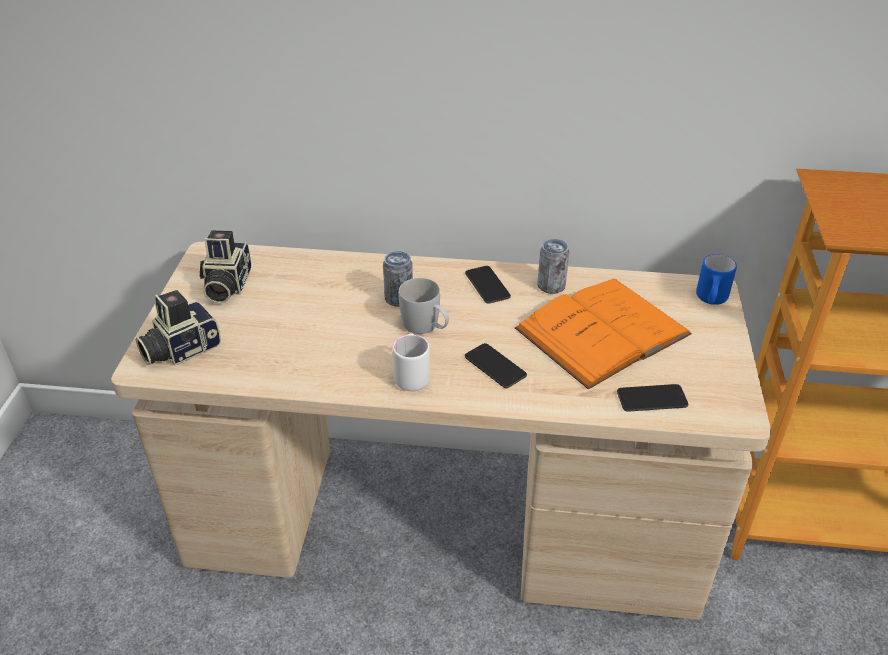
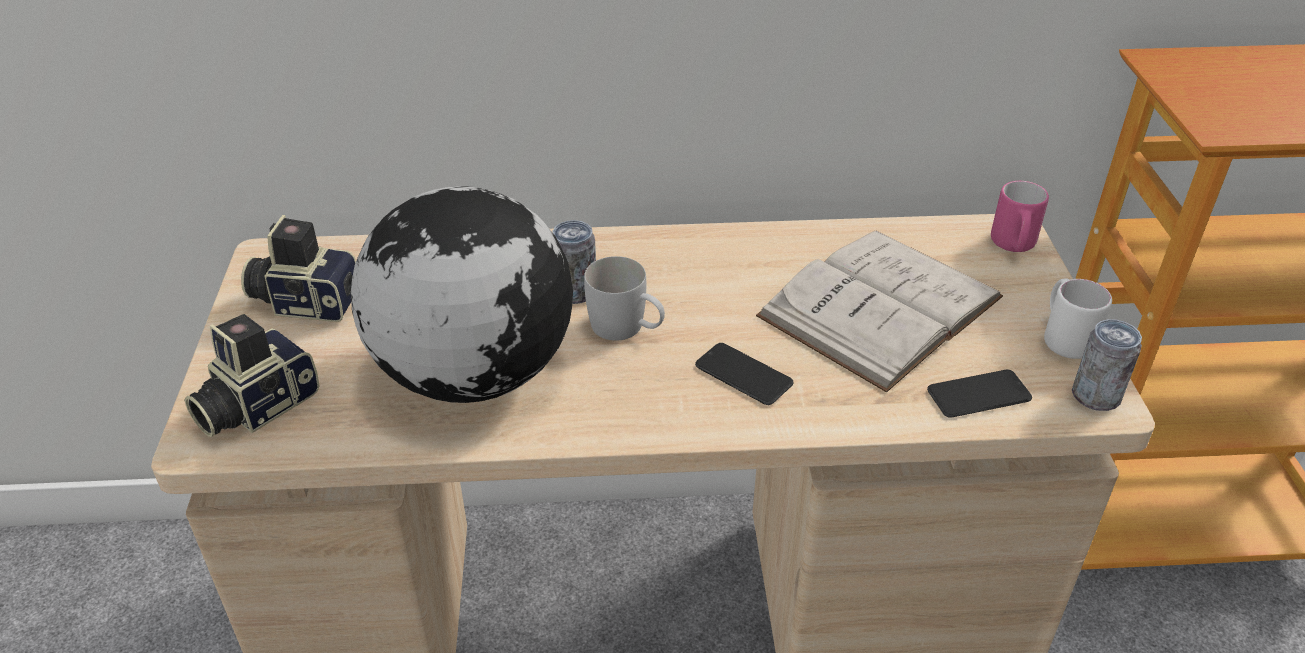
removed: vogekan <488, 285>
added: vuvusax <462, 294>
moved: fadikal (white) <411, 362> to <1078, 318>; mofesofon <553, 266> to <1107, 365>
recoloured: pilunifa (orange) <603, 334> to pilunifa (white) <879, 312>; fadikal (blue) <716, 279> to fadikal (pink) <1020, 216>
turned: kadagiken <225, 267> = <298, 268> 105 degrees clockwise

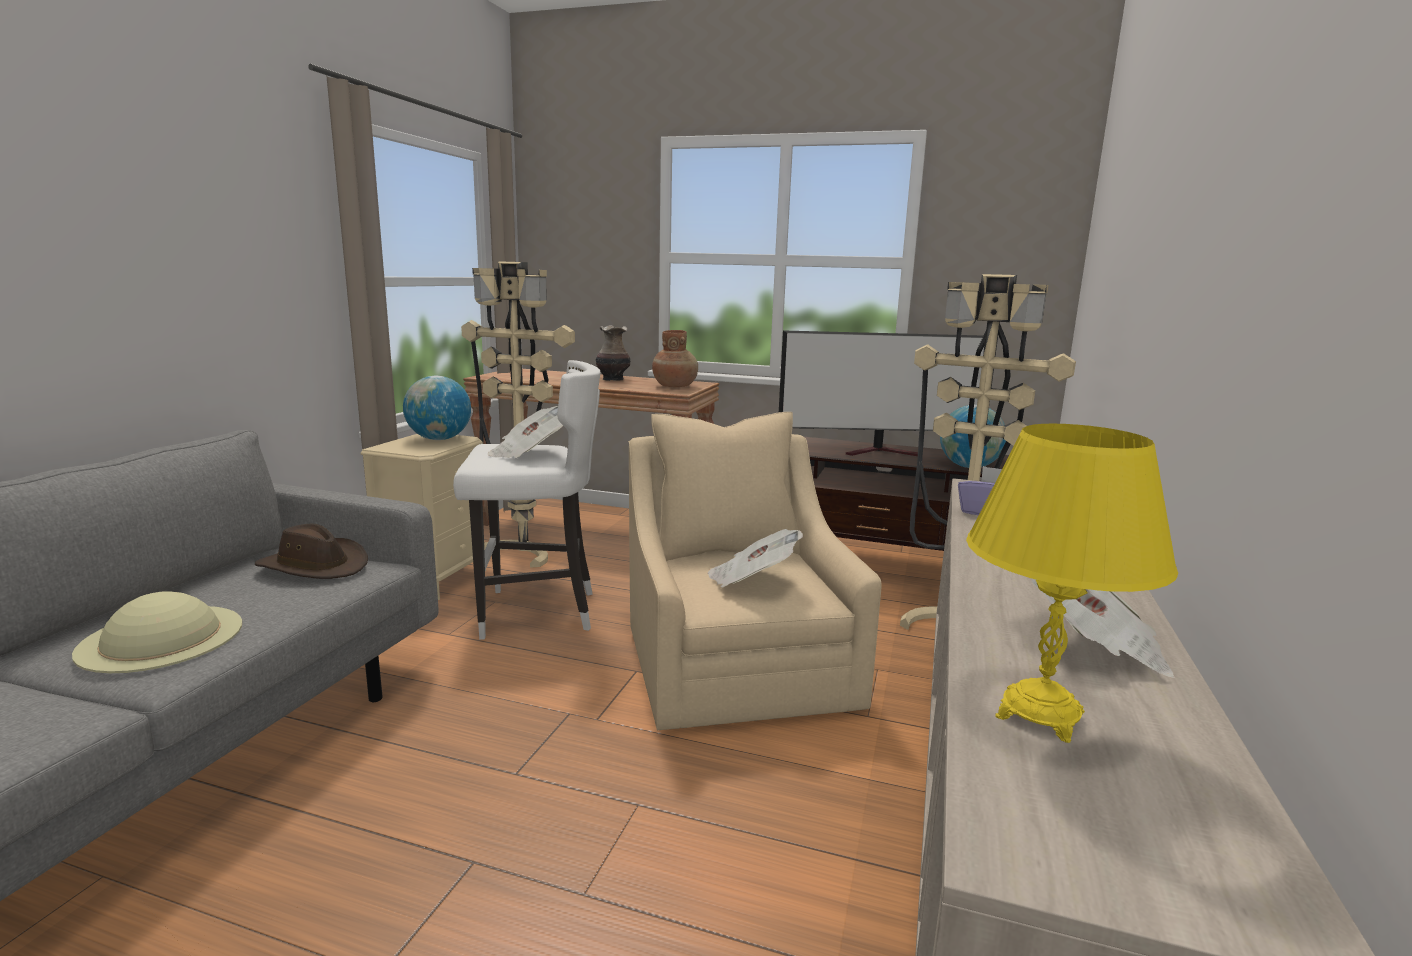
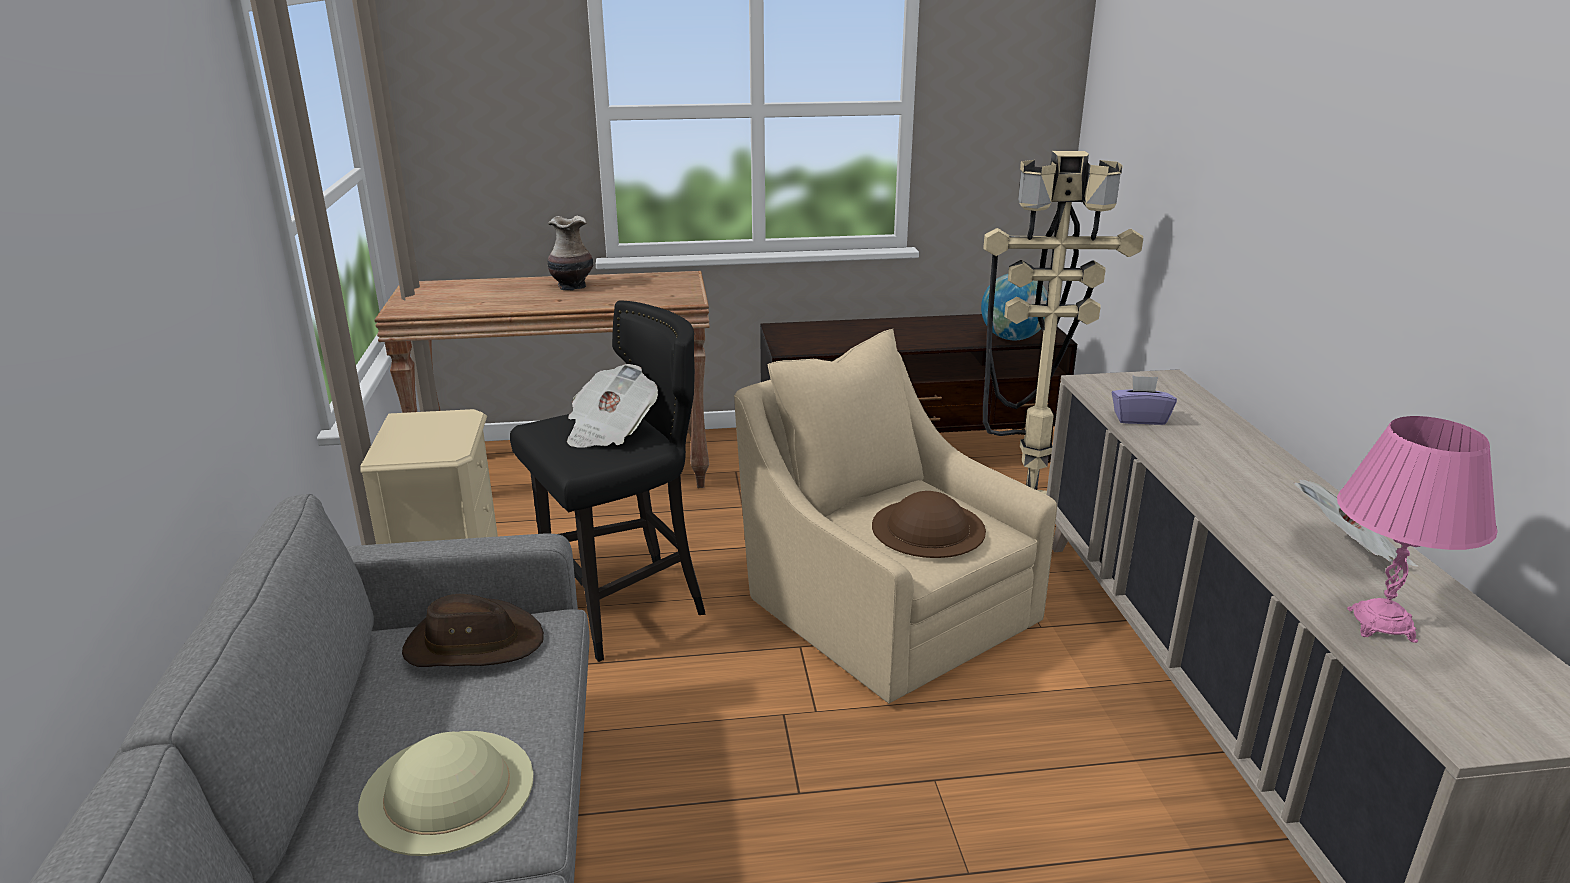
removed: vuvusax <437, 408>; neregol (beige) <518, 414>; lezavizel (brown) <675, 358>; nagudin <881, 393>
replaced: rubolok <755, 558> to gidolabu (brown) <929, 524>
recoloured: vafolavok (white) <527, 500> to vafolavok (black) <607, 481>; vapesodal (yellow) <1072, 583> to vapesodal (pink) <1417, 529>

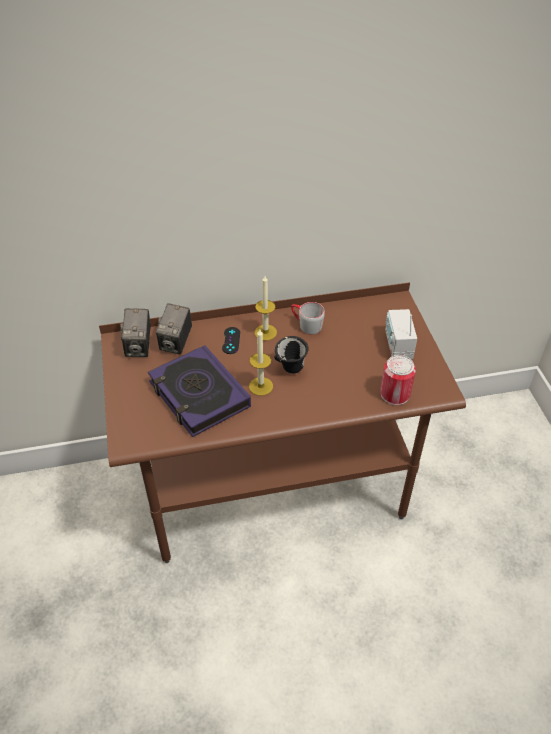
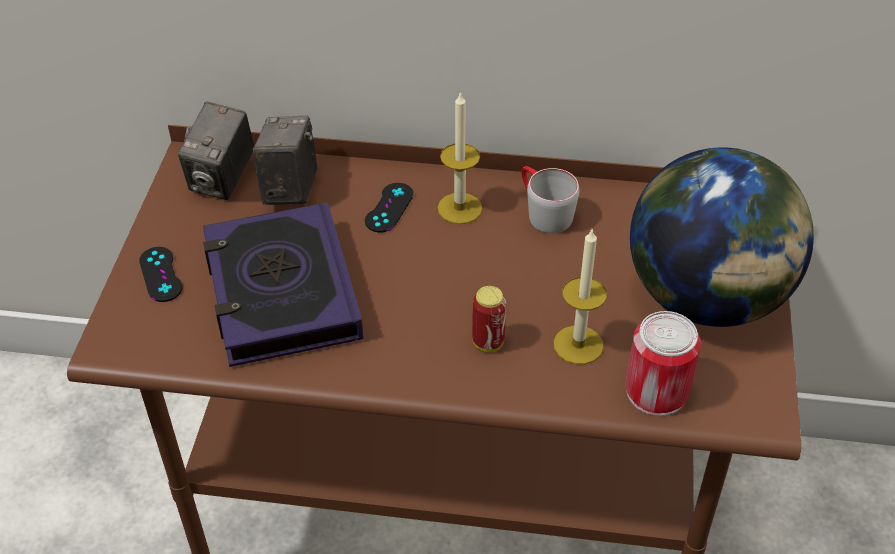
removed: fadikal (black) <291, 355>
added: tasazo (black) <161, 274>; mofesofon <489, 319>
moved: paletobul <261, 363> to <580, 297>
replaced: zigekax <401, 334> to vuvusax <722, 237>
turned: kadagiken <174, 328> = <285, 160> 150 degrees clockwise

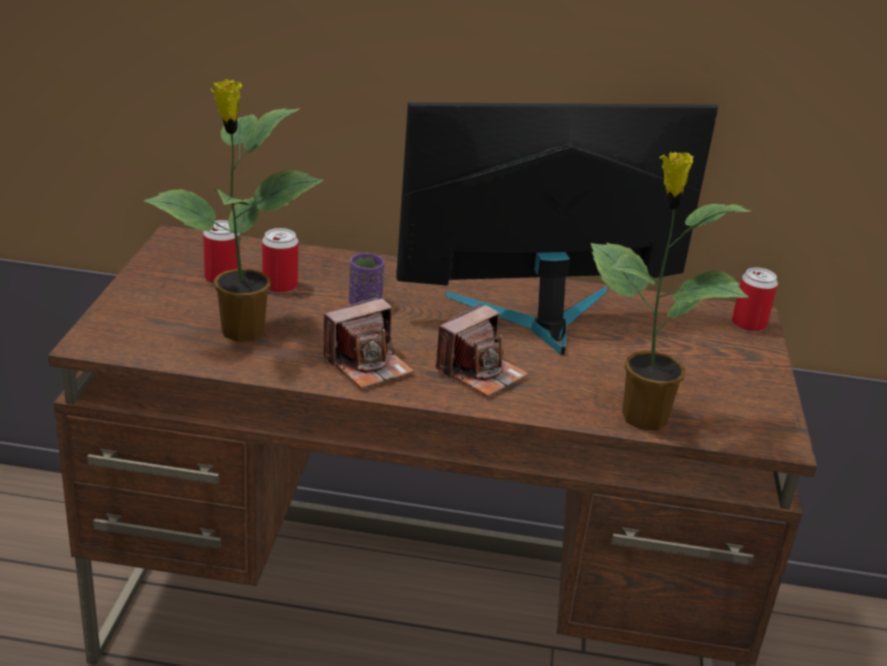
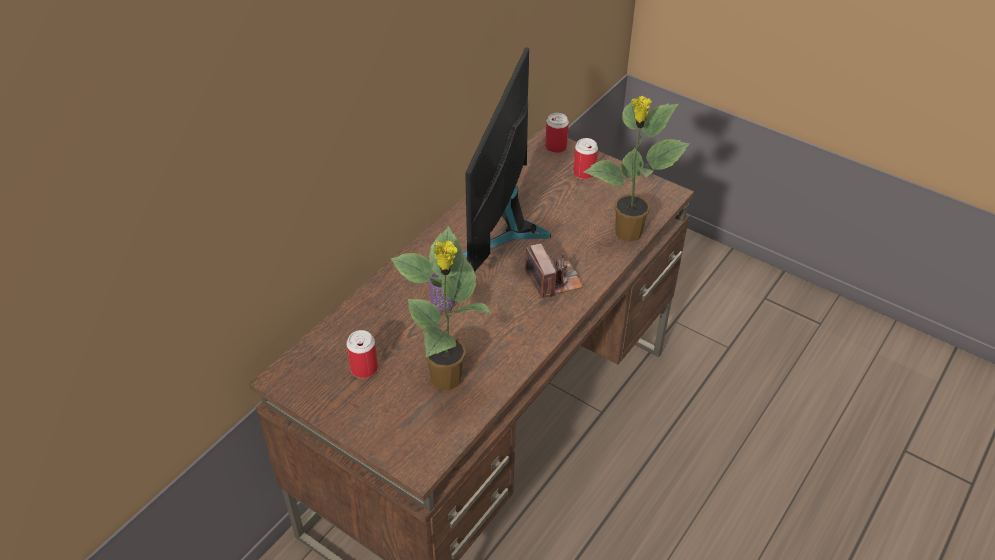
removed: kadagiken <368, 342>
moved: mofesofon <280, 260> to <585, 158>

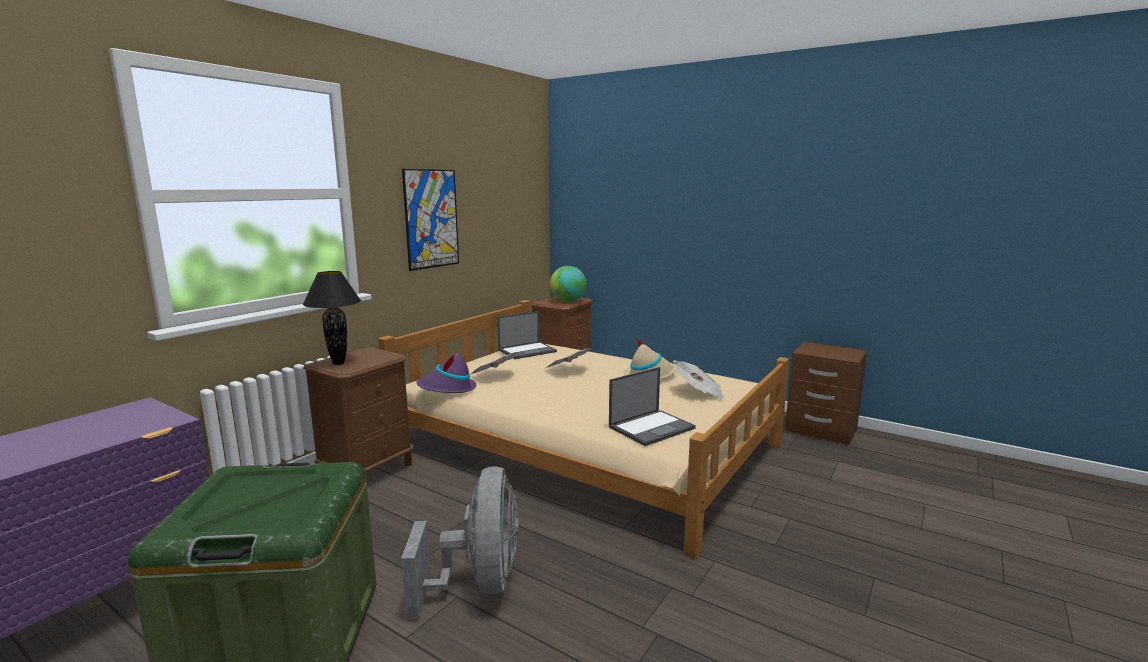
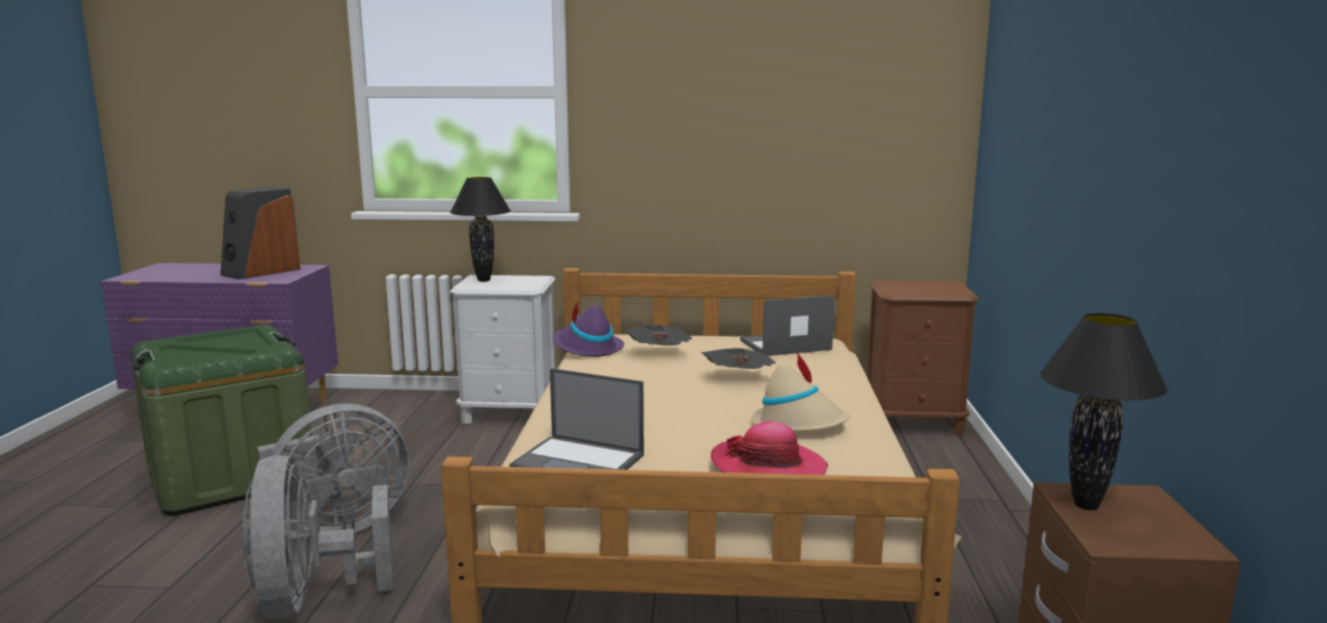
removed: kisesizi <430, 220>; vuvusax <568, 284>
added: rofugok <260, 233>; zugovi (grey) <317, 537>; vapesodal (black) <1104, 411>
replaced: rubolok <698, 379> to gidolabu <769, 448>
recoloured: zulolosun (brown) <358, 410> to zulolosun (white) <502, 349>
turned: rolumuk <527, 335> = <787, 325> 135 degrees clockwise

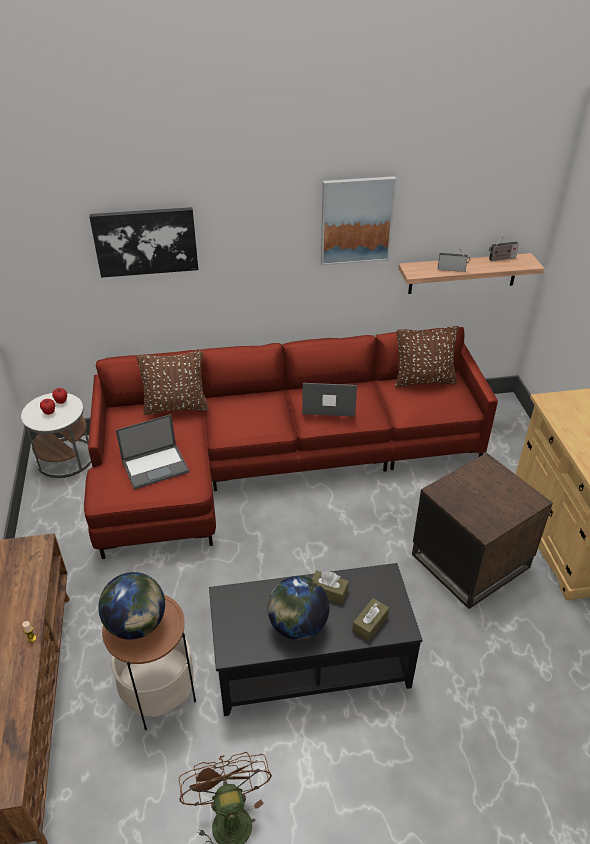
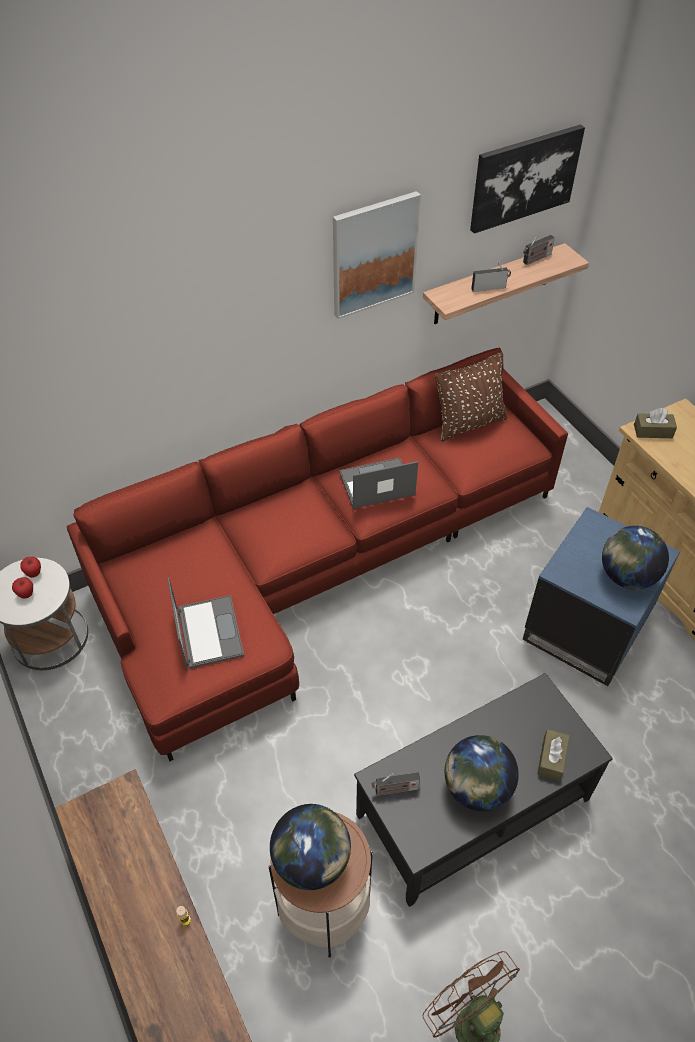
removed: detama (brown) <173, 383>
added: zigekax <396, 784>; vuvusax <635, 558>
moved: kisesizi <143, 242> to <527, 179>; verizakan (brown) <330, 587> to <655, 423>
recoloured: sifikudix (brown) <482, 531> to sifikudix (blue) <601, 596>
turned: rolumuk <152, 451> = <206, 623> 60 degrees counterclockwise

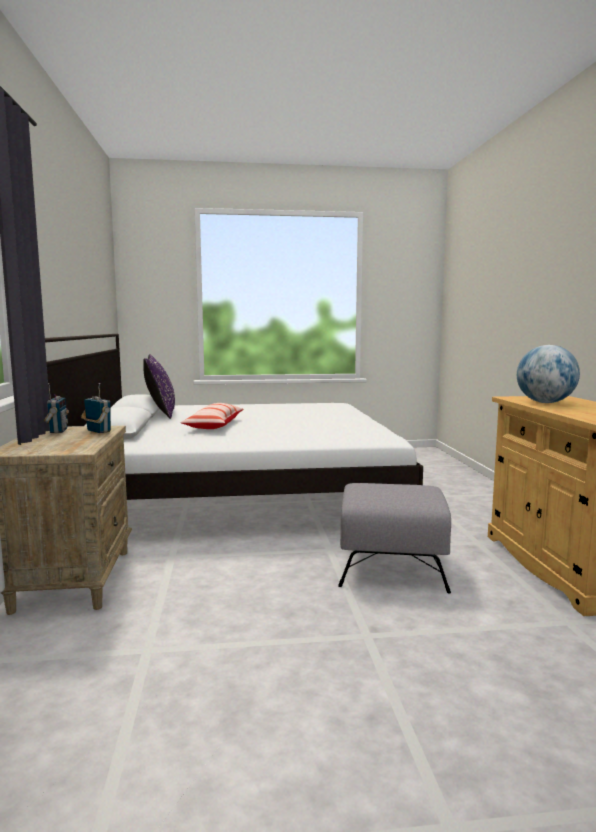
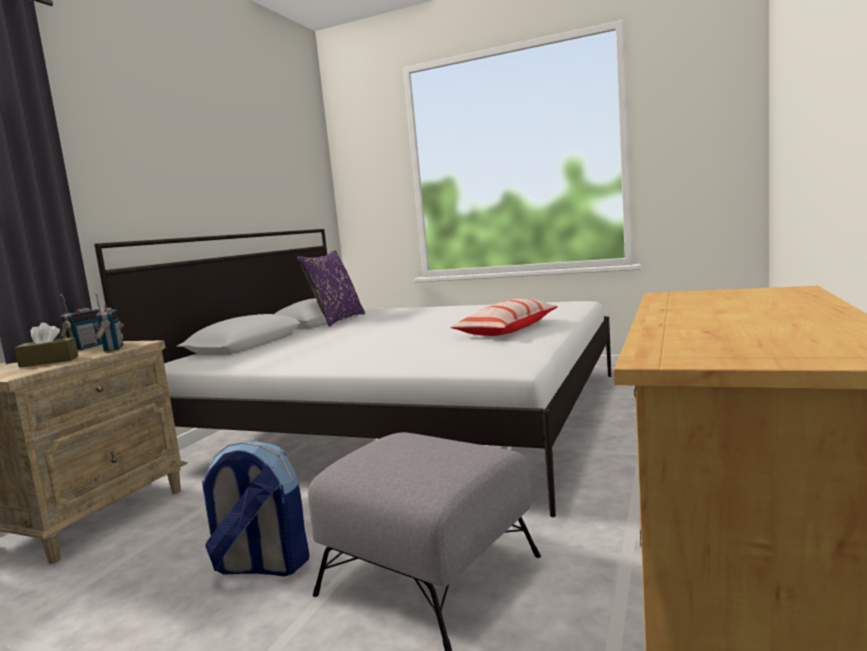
removed: vuvusax <548, 374>
added: verizakan (brown) <46, 345>; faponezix <255, 508>
moved: detama <212, 416> to <504, 317>

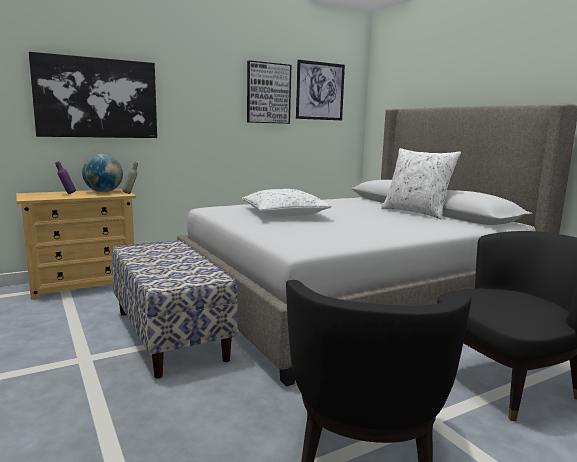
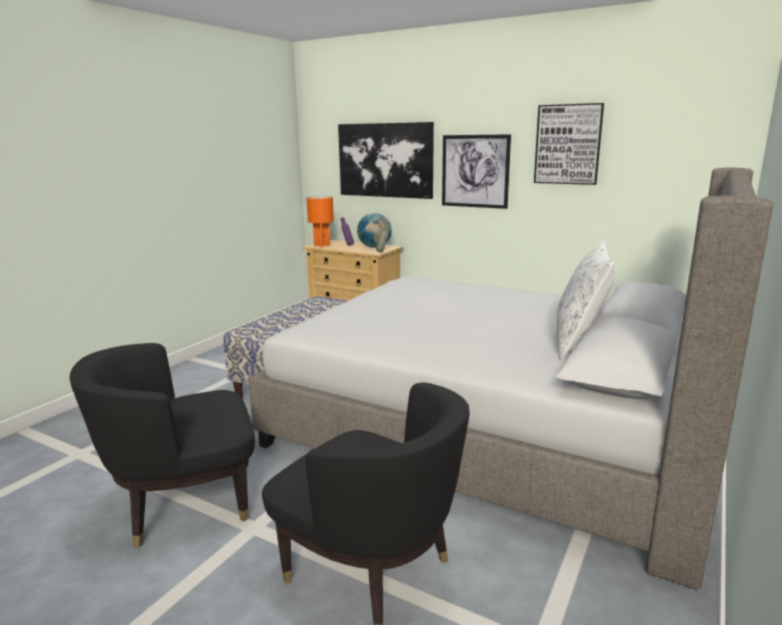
removed: detama (white) <287, 203>
added: vapesodal (orange) <320, 221>
moved: kisesizi <320, 90> to <476, 171>

